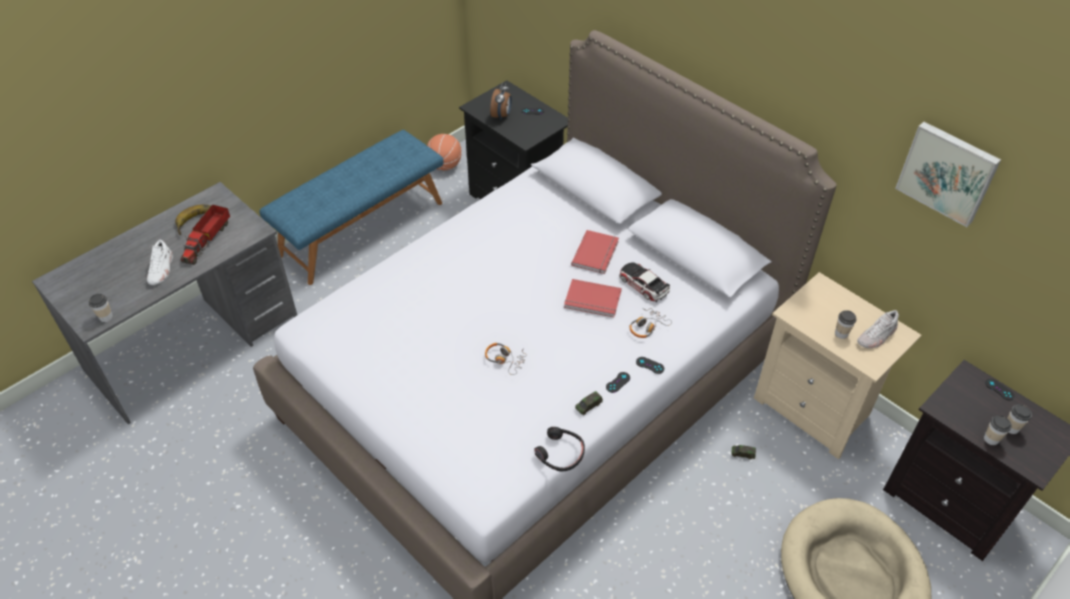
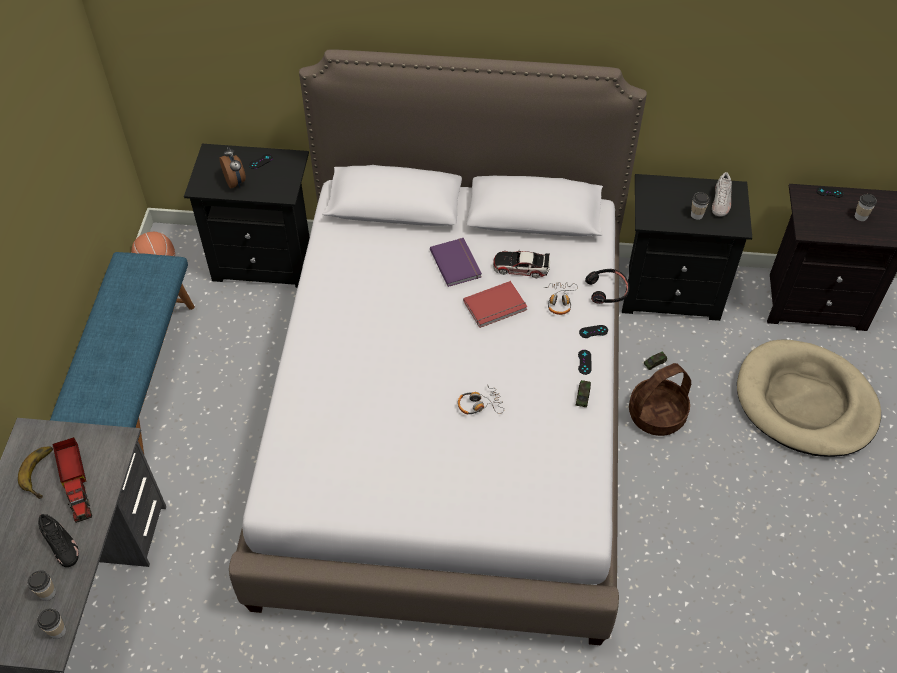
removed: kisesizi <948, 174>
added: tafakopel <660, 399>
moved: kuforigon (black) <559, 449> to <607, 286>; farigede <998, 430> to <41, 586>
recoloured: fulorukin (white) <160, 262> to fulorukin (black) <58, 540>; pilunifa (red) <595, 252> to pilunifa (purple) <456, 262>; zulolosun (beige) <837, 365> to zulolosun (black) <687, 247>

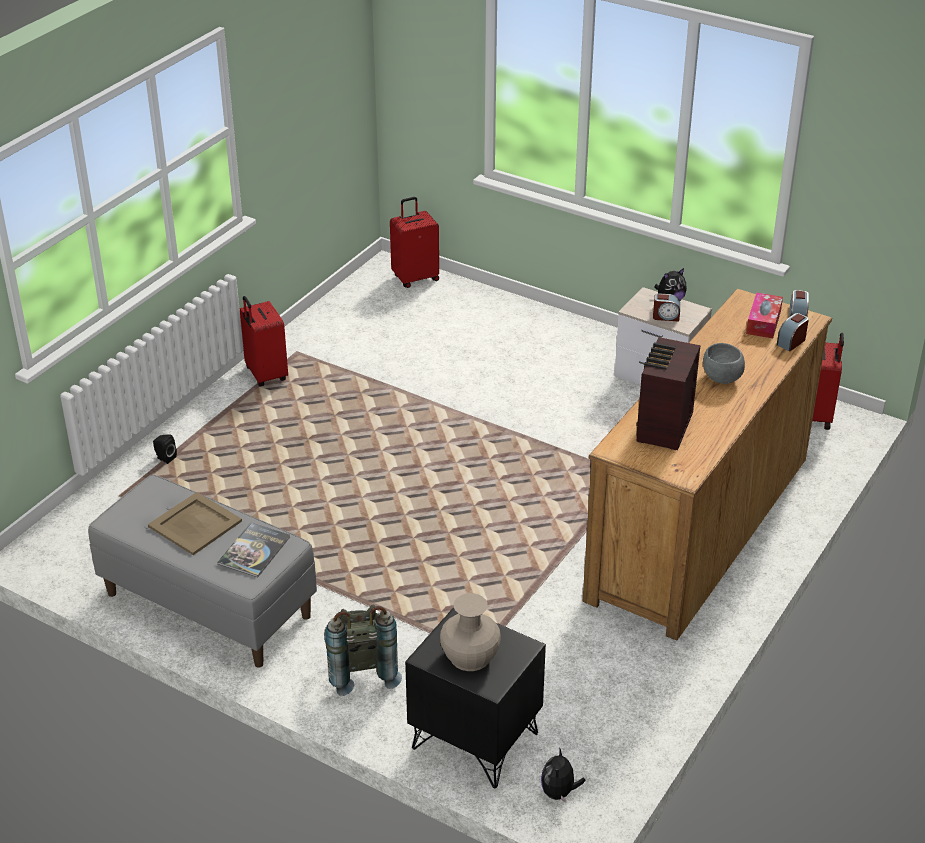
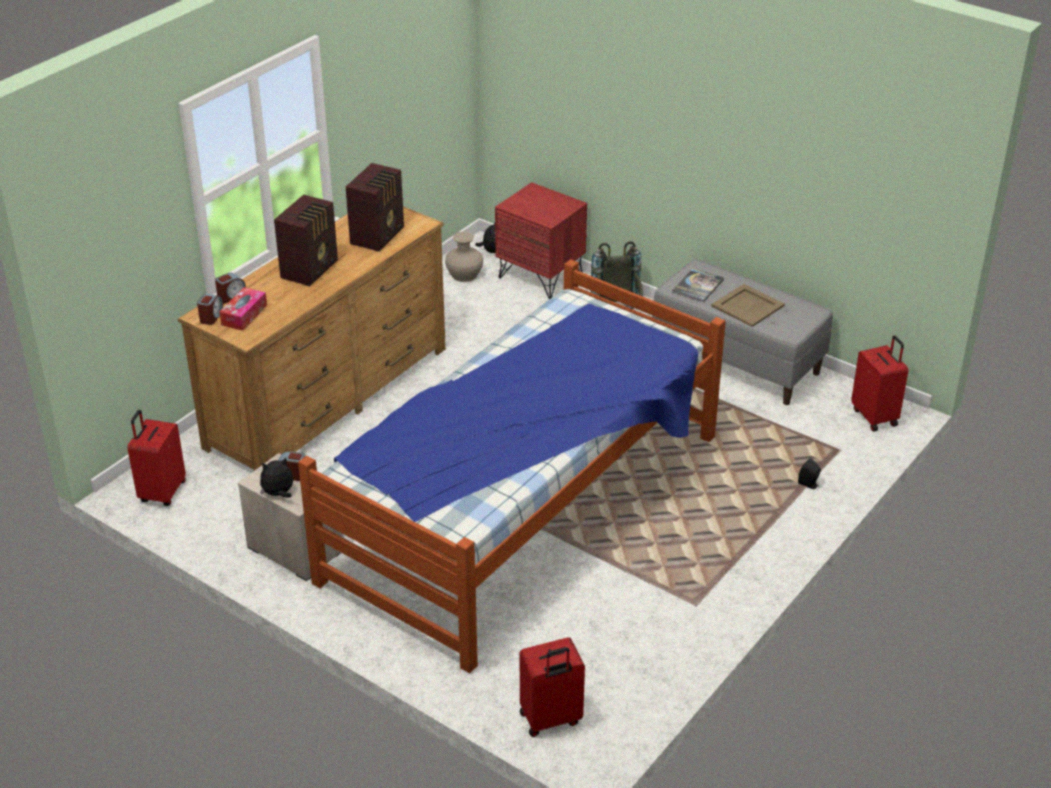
added: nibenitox <512, 466>
moved: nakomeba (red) <264, 341> to <879, 383>; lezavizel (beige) <470, 632> to <464, 257>
replaced: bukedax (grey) <724, 363> to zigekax <306, 241>
recoloured: zulolosun (black) <475, 697> to zulolosun (red) <541, 240>

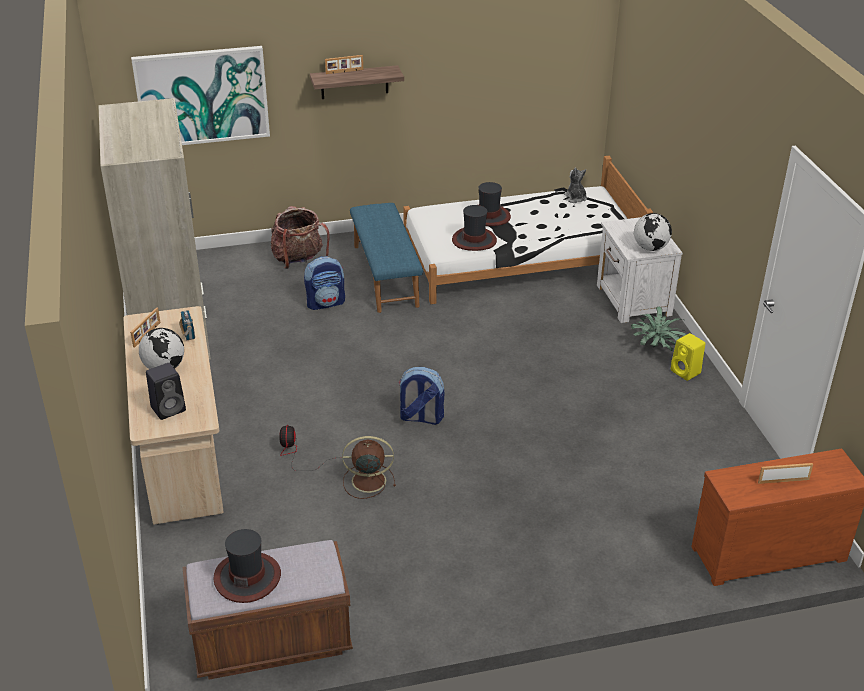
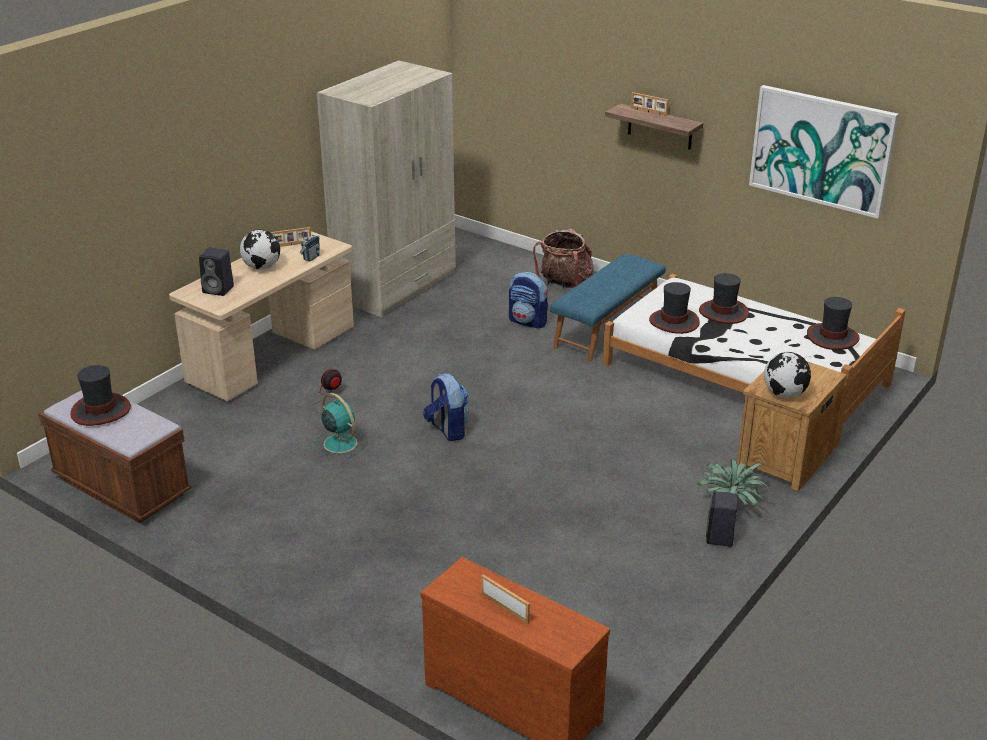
moved: kisesizi <200, 95> to <824, 152>
replaced: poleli <575, 185> to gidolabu <833, 323>
recoloured: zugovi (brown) <369, 467> to zugovi (turquoise) <339, 425>; zulolosun (white) <640, 270> to zulolosun (brown) <792, 426>; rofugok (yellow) <688, 357> to rofugok (black) <722, 519>

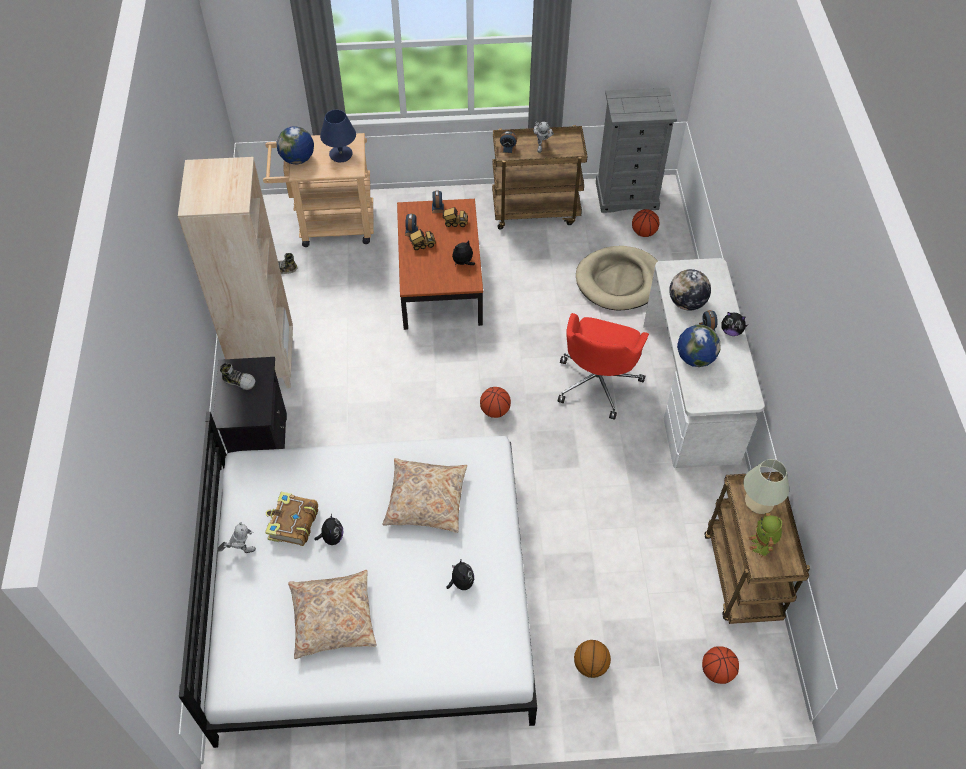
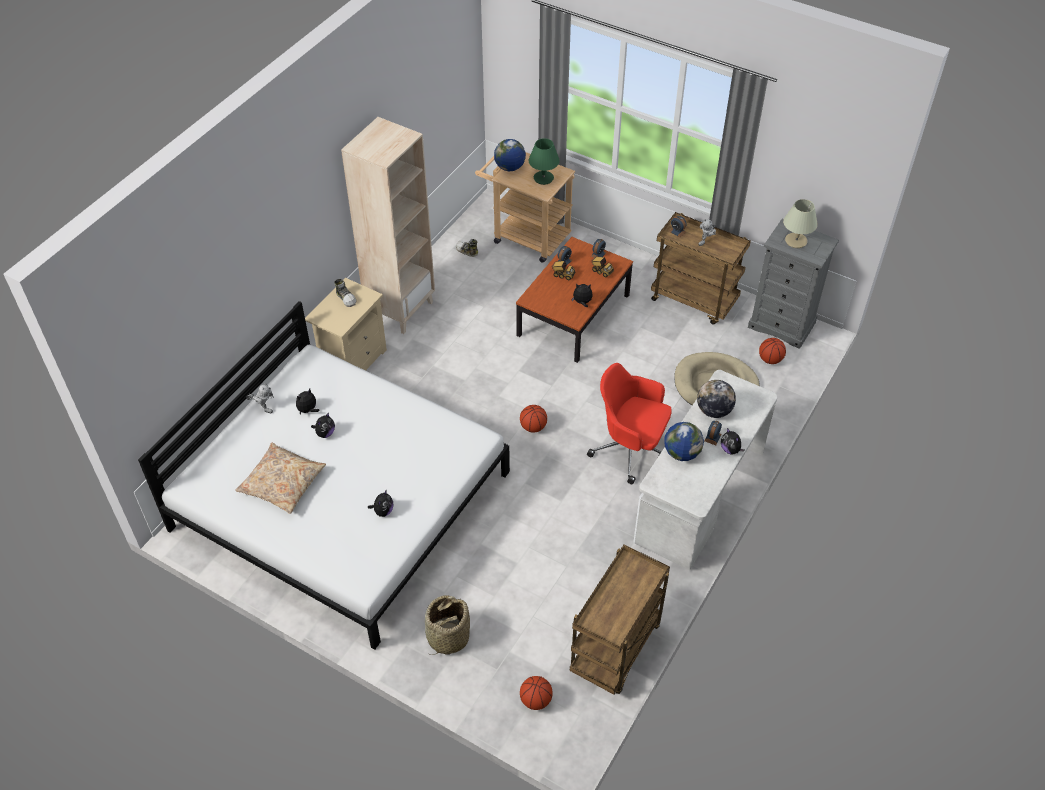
removed: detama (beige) <425, 495>; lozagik <765, 535>
moved: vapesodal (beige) <766, 486> to <800, 223>
replaced: pilunifa <291, 519> to poleli <308, 402>; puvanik <592, 659> to tafakopel <447, 625>
recoloured: zulolosun (black) <250, 405> to zulolosun (beige) <346, 324>; vapesodal (blue) <338, 136> to vapesodal (green) <544, 161>
turned: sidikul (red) <603, 366> = <629, 423> 60 degrees clockwise

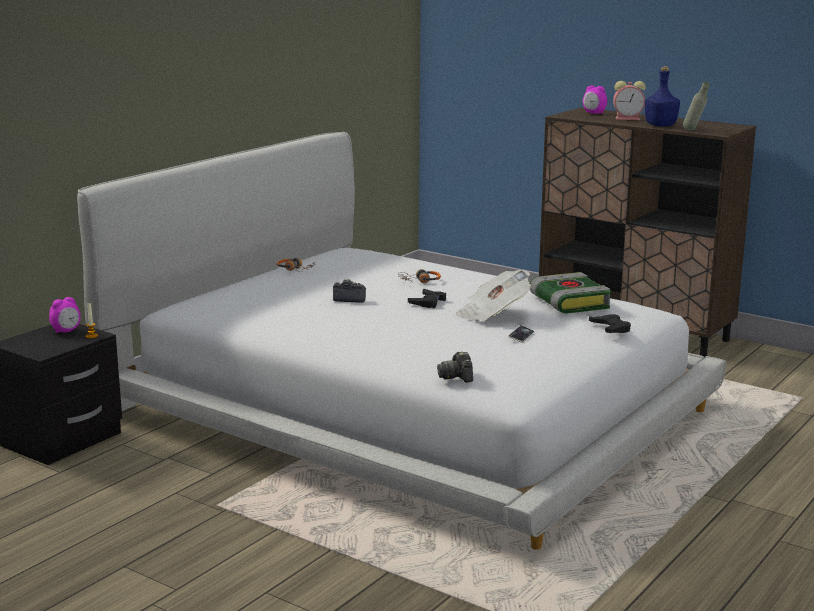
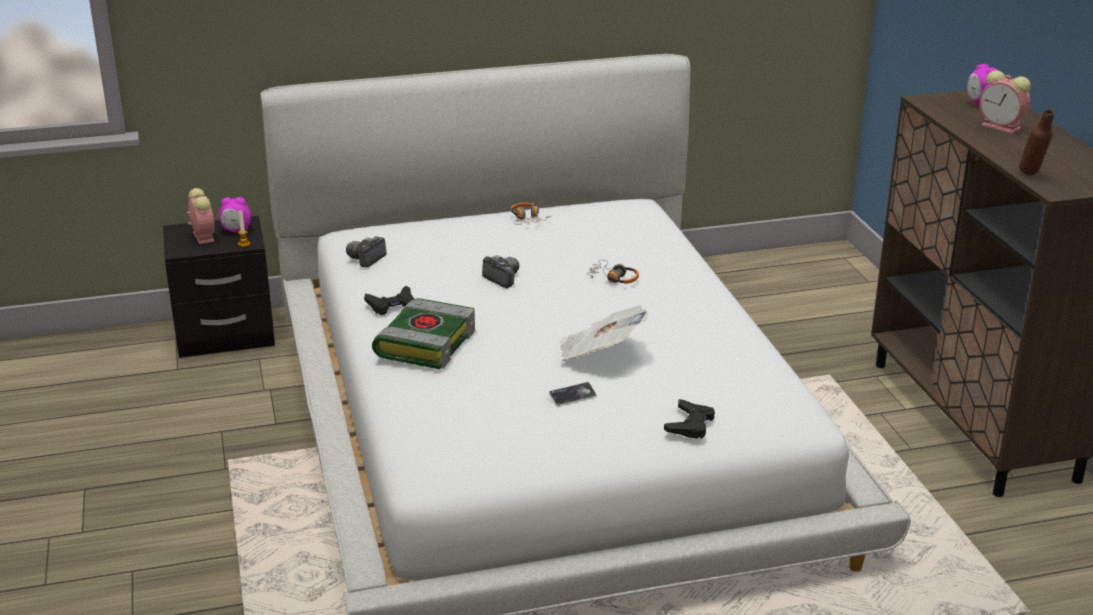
removed: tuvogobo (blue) <662, 96>
added: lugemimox <201, 216>
moved: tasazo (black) <427, 298> to <389, 300>; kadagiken <455, 367> to <366, 251>; pilunifa <570, 292> to <423, 333>
recoloured: tuvogobo (grey) <696, 106> to tuvogobo (brown) <1036, 142>

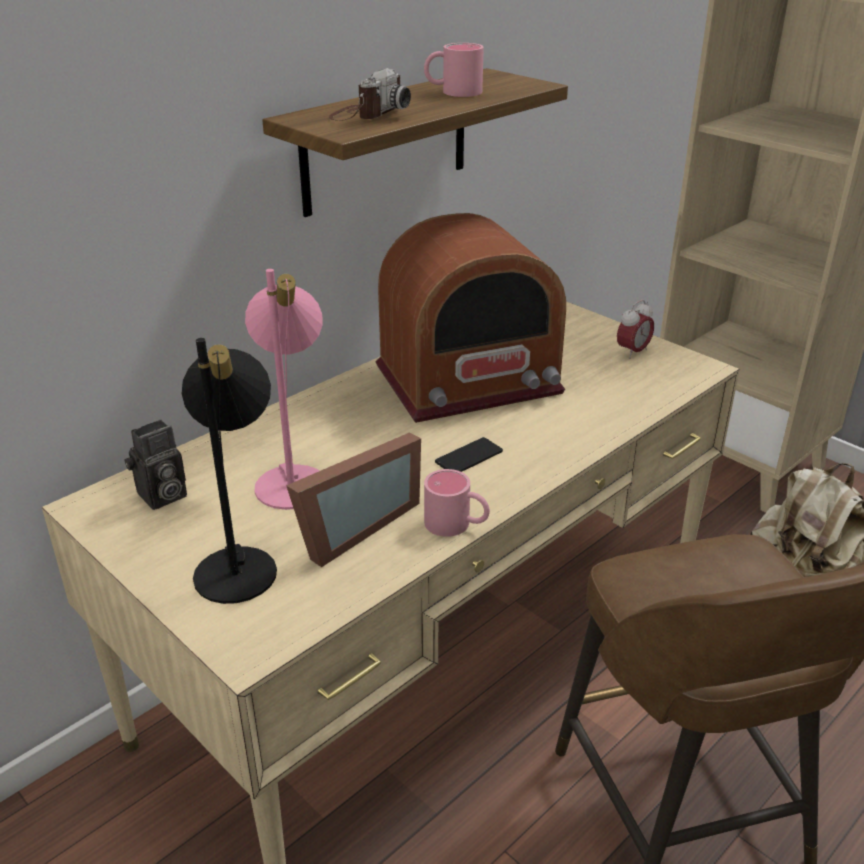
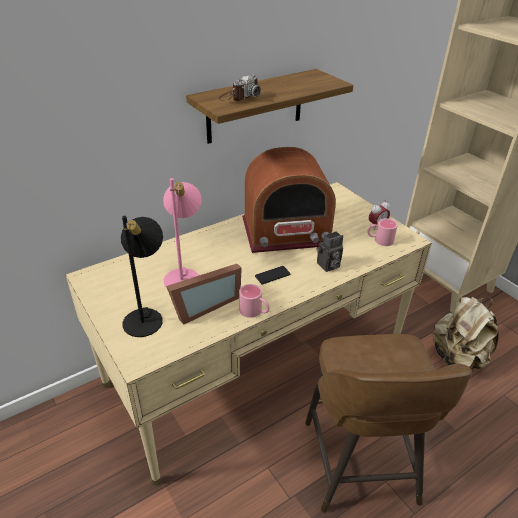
moved: kadagiken <155, 464> to <330, 251>; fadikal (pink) <454, 70> to <382, 232>

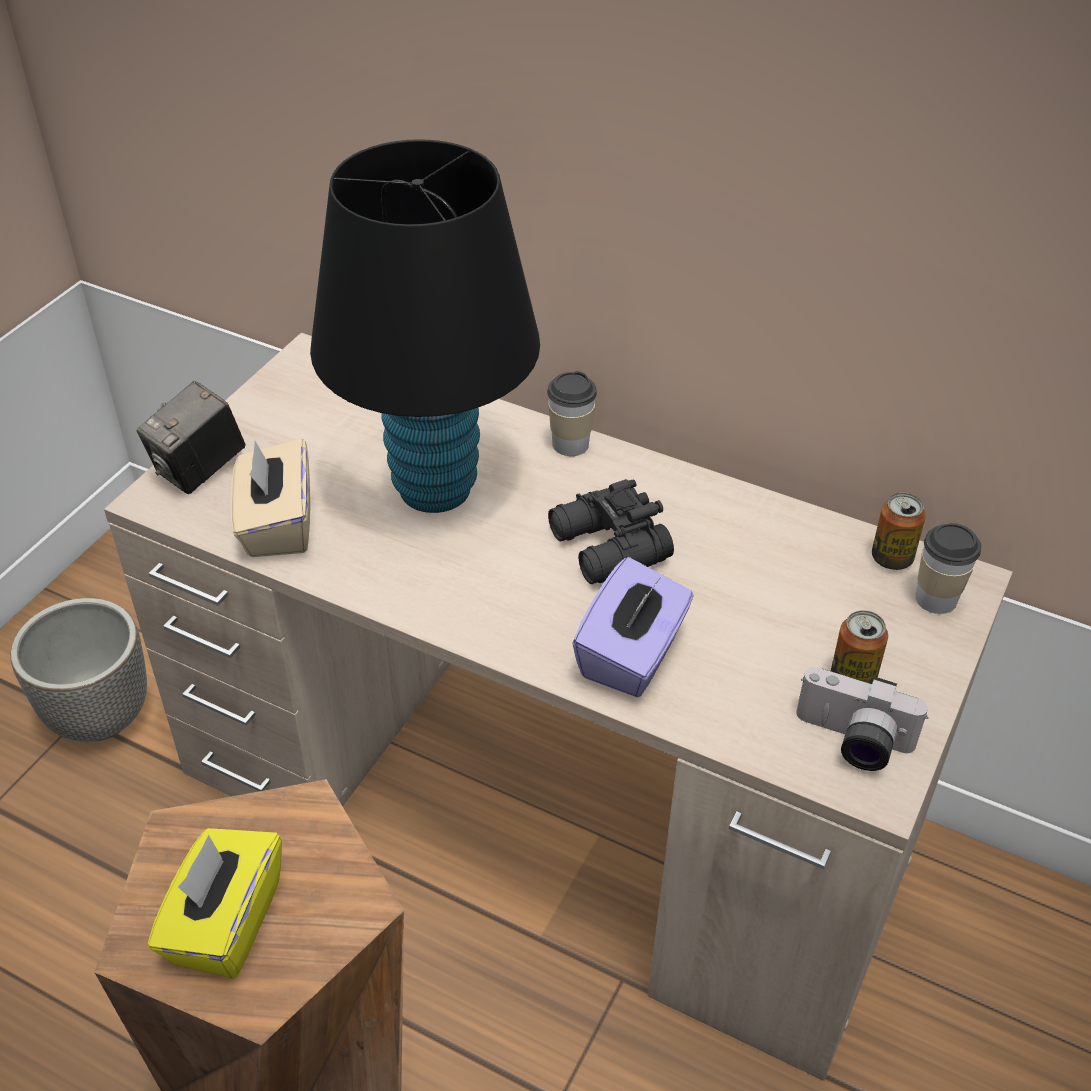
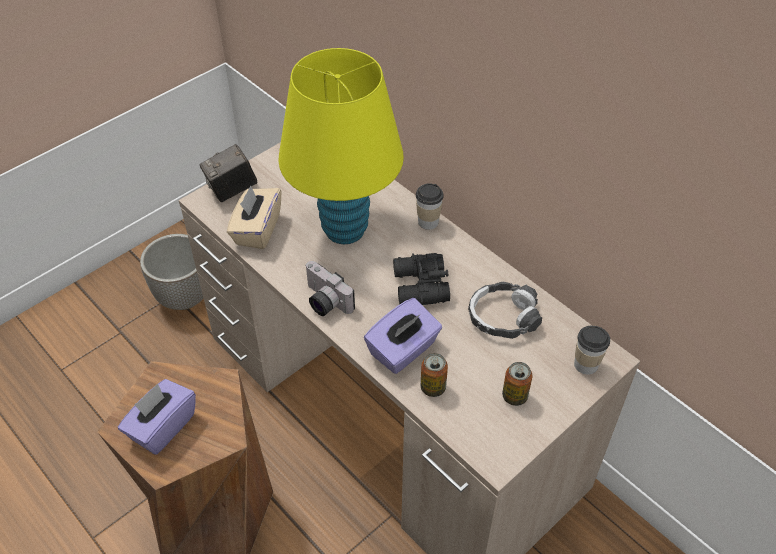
added: kuforigon <505, 310>
moved: kadagiken <862, 719> to <330, 288>; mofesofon <899, 531> to <434, 375>
recoloured: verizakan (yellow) <215, 903> to verizakan (purple) <157, 417>; vapesodal (black) <425, 326> to vapesodal (yellow) <341, 146>

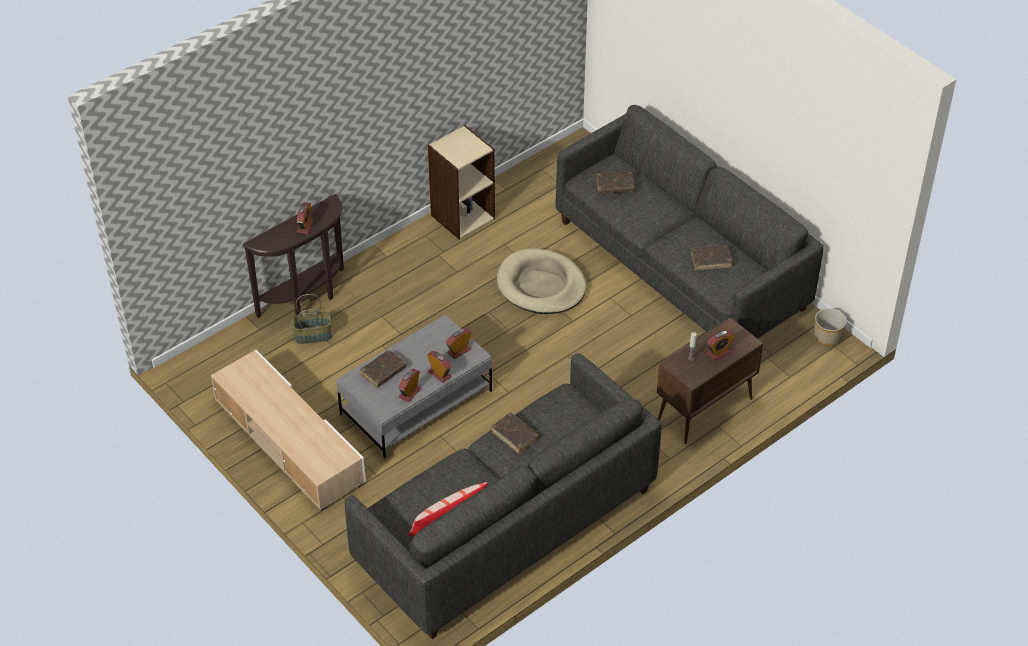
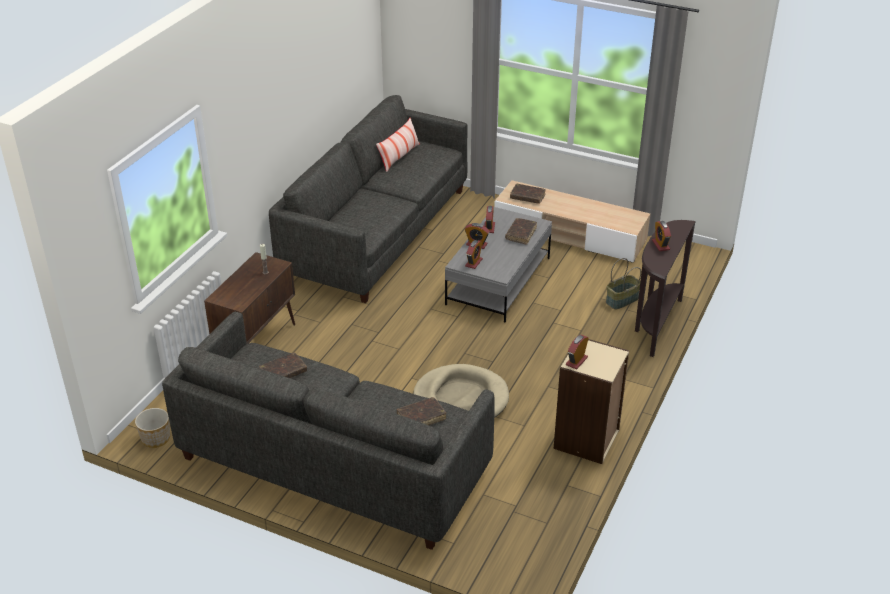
moved: pilunifa (brown) <515, 433> to <528, 194>; lugemimox <721, 345> to <577, 352>

